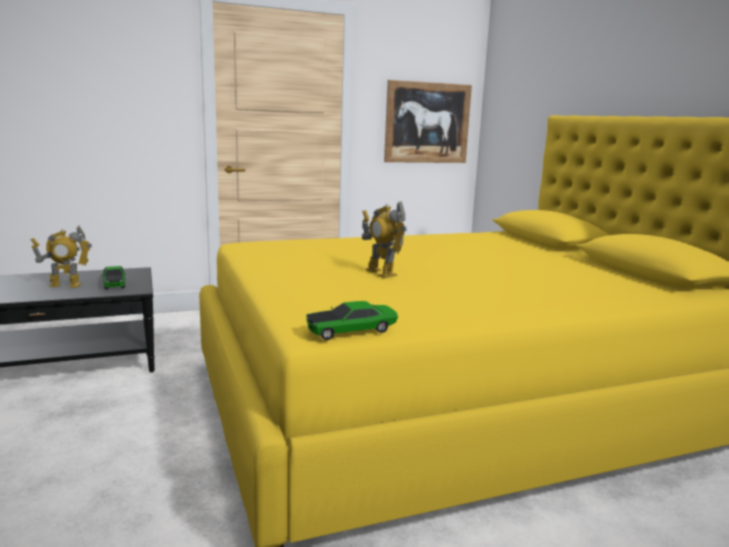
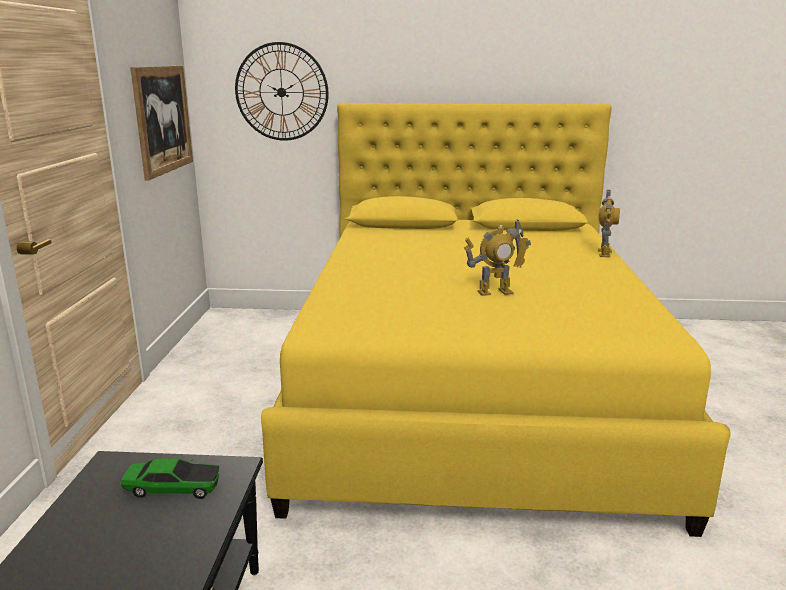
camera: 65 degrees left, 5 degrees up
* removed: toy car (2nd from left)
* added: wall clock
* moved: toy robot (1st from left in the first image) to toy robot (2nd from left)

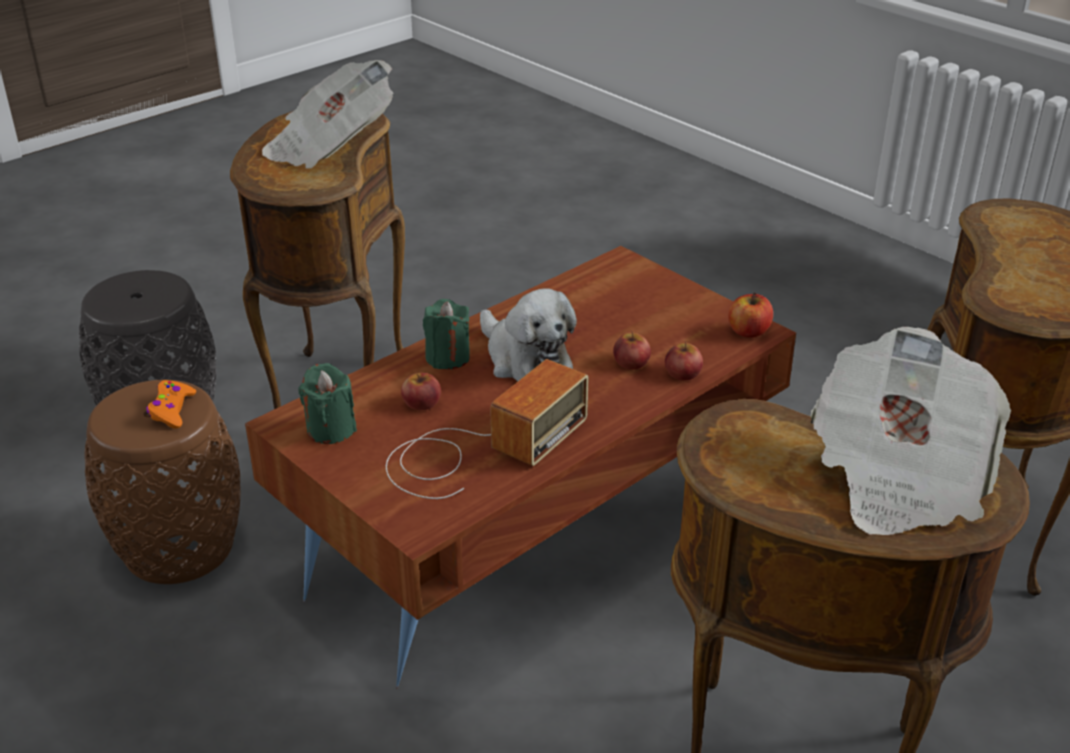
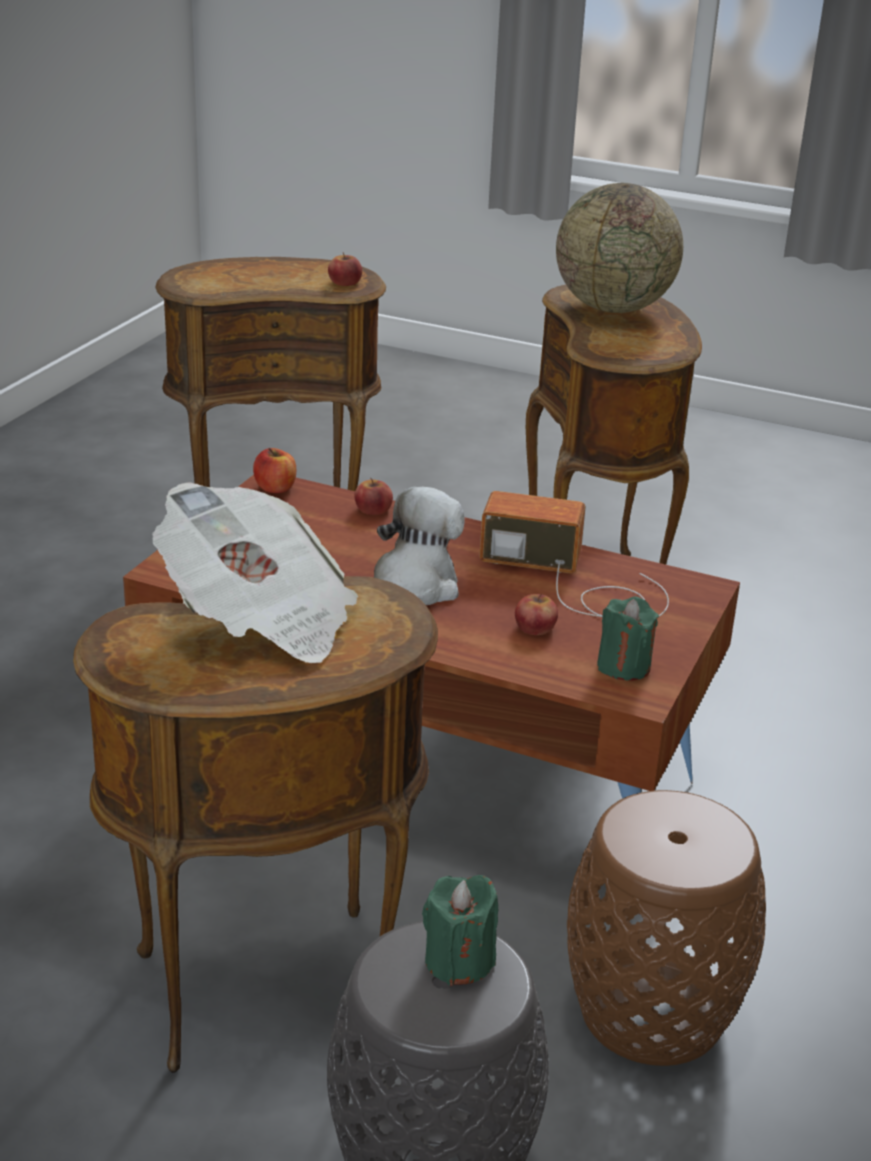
camera: 115 degrees left, 5 degrees down
* removed: orange game controller
* moved: green candle (2nd from left in the first image) to green candle (1st from left)
* moved: apple (2nd from left)
* replaced: newspaper (2nd from left) to globe

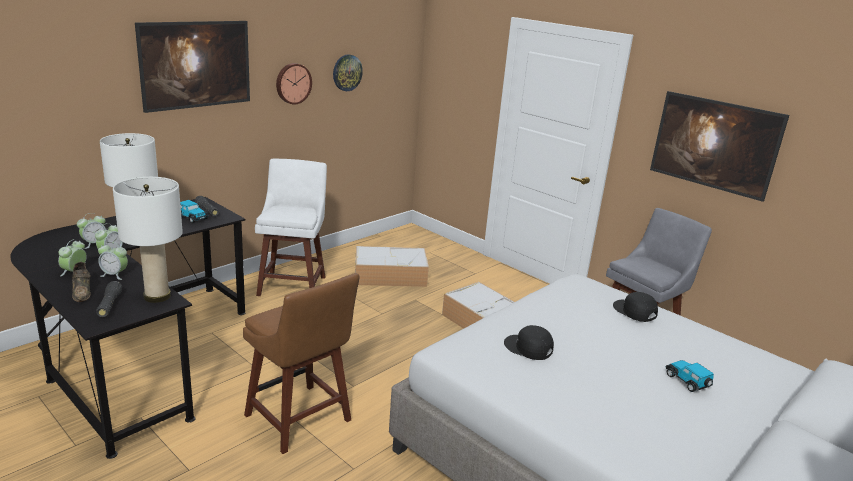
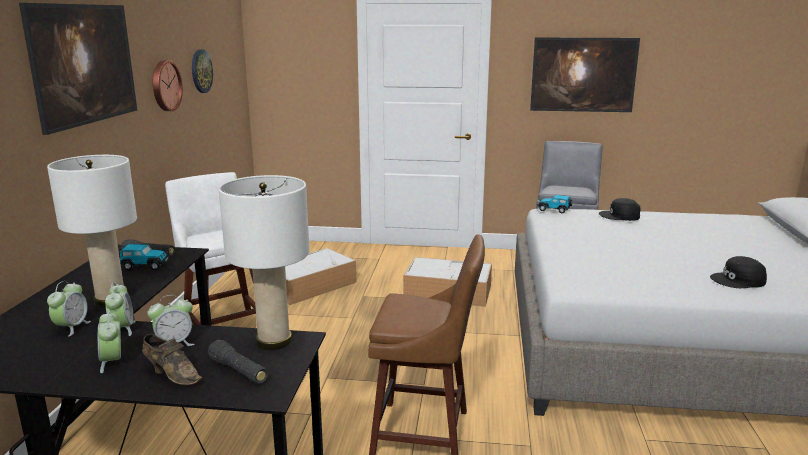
camera: 35 degrees left, 5 degrees down
* moved: black cap (1st from left in the first image) to black cap (2nd from left)
* moved: toy car (2nd from left)

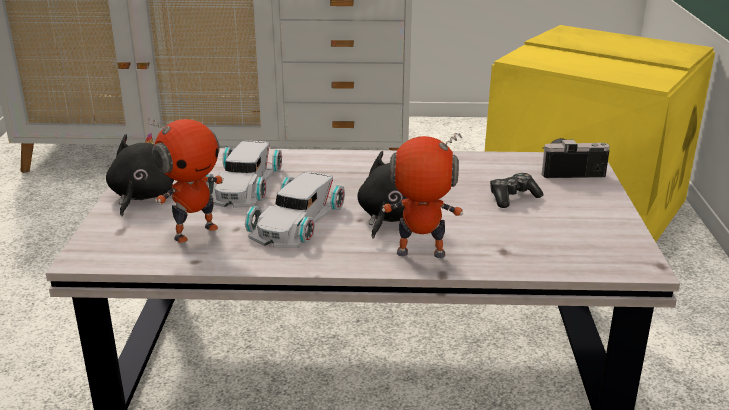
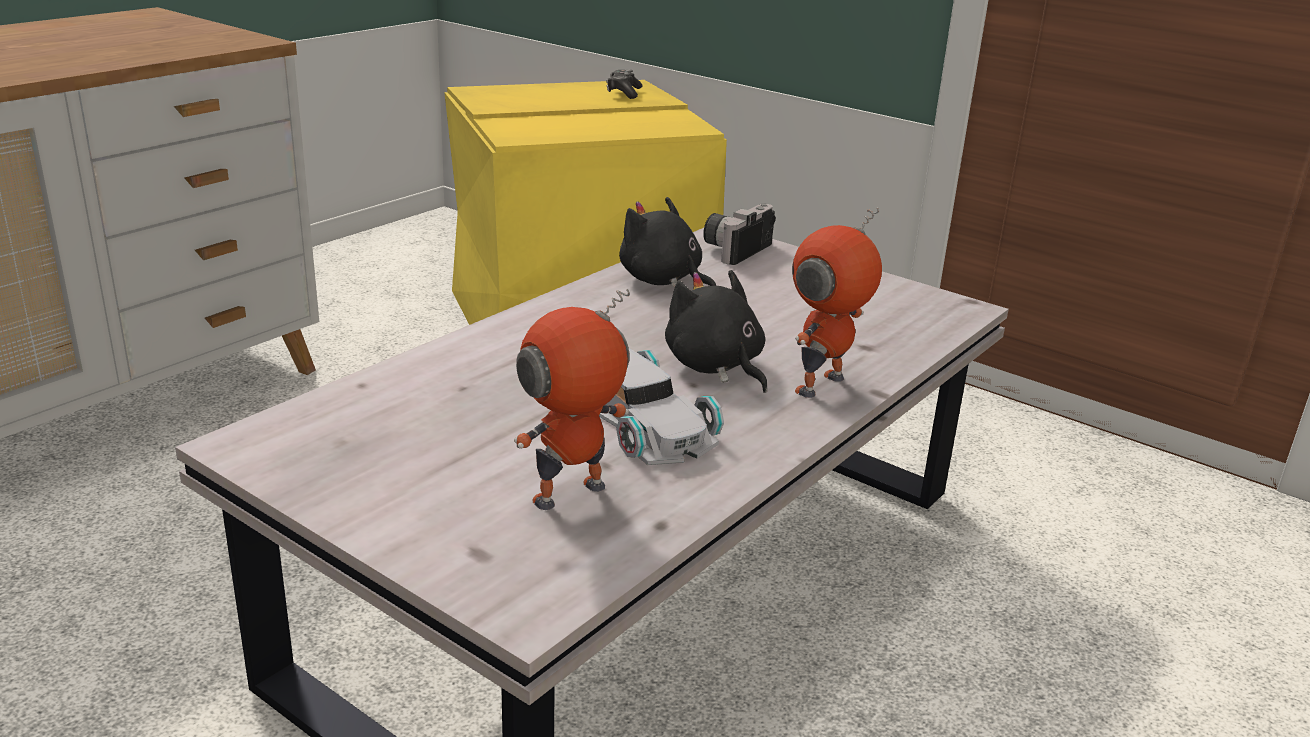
camera: 55 degrees left, 0 degrees up
* removed: white toy car (1st from left)
* moved: black plush toy (1st from left)
* moved: game controller
* turned: toy robot (1st from left) 120 degrees counterclockwise

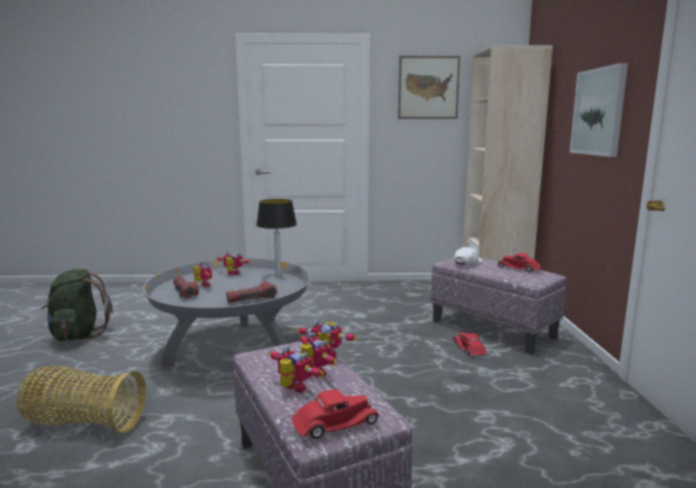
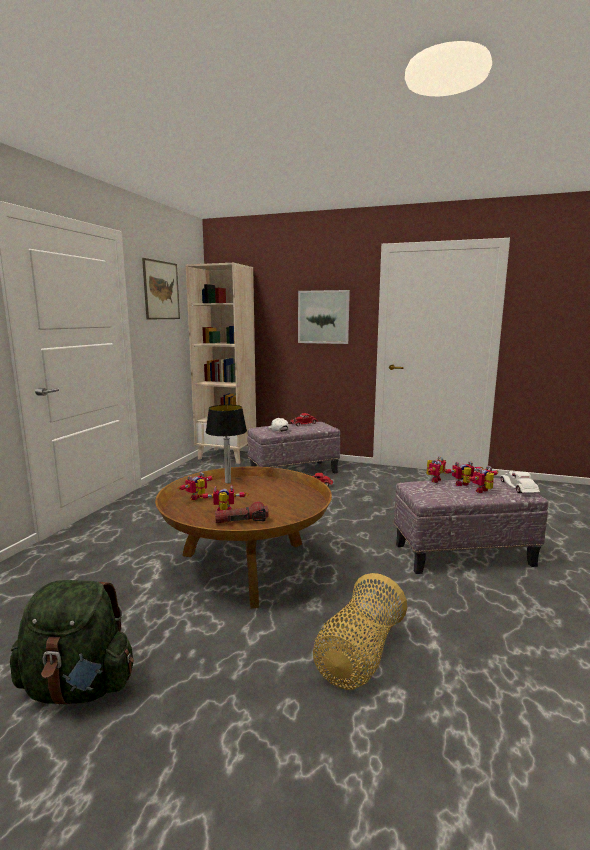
camera: 70 degrees left, 0 degrees up
* removed: flashlight (2nd from left)
* recoloured: grey coffee table to brown coffee table
* recoloured: red toy car (1st from left) to white toy car

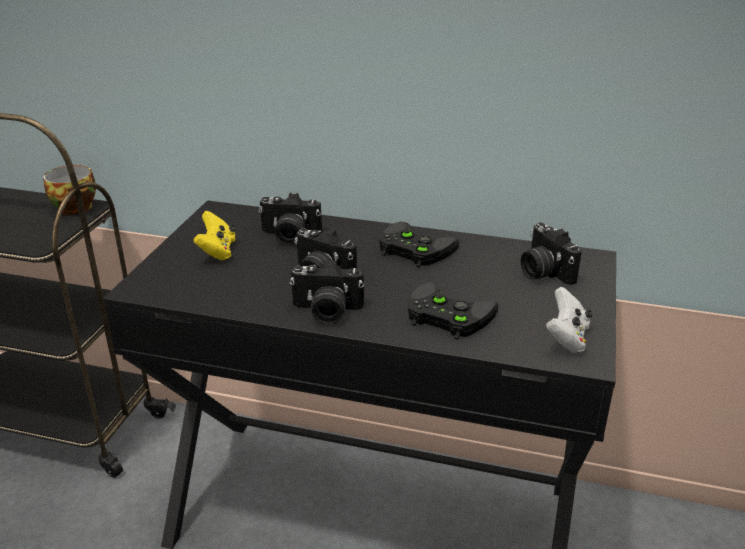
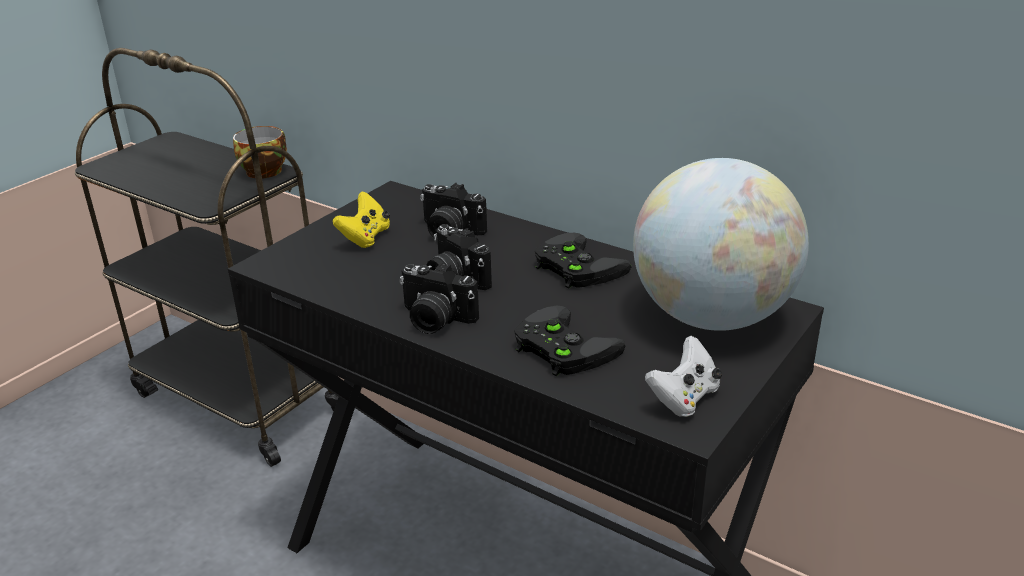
camera: 20 degrees right, 0 degrees up
* replaced: photo camera (4th from left) to globe

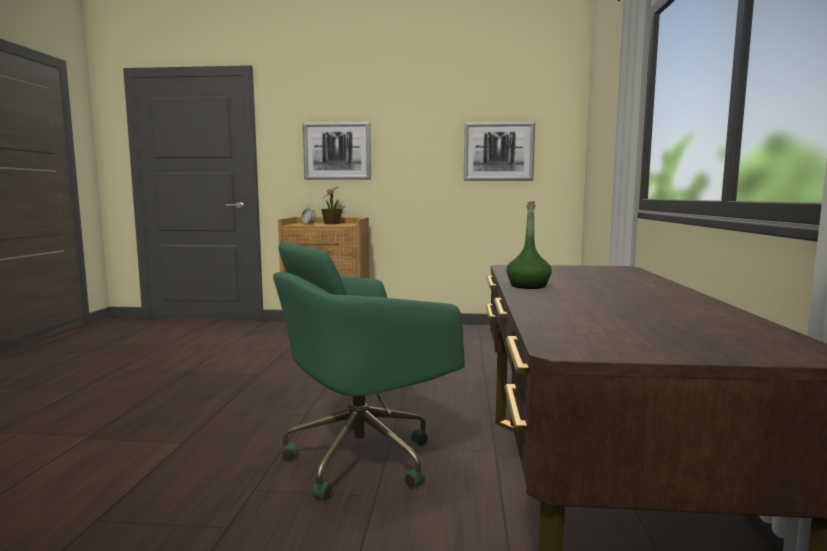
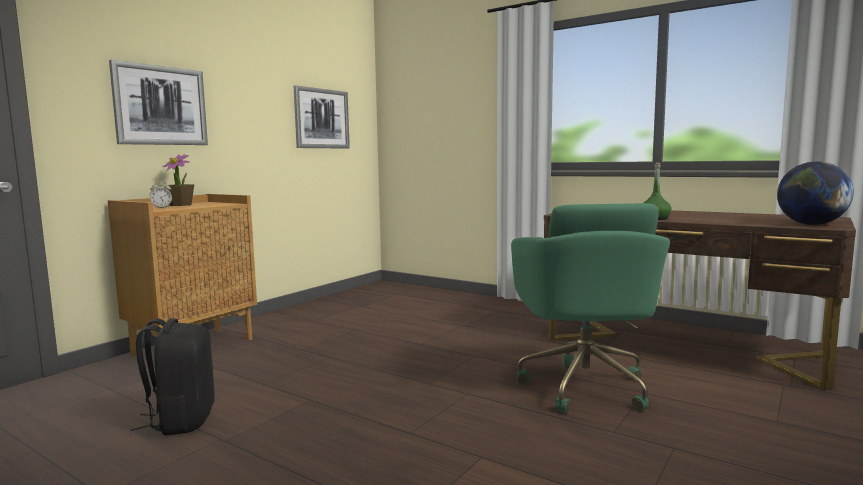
camera: 60 degrees left, 0 degrees up
* added: black backpack
* added: globe

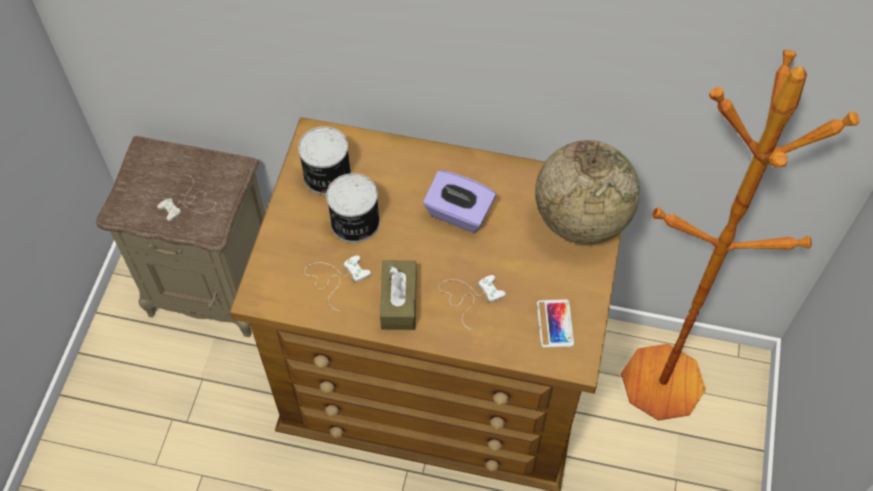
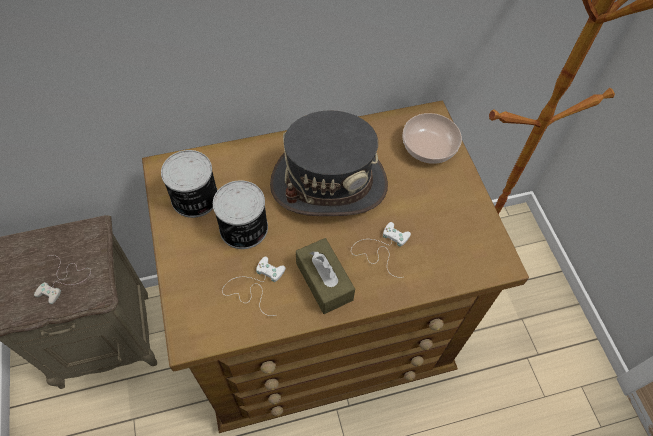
camera: 30 degrees left, 0 degrees up
* removed: phone
* replaced: purple tissue box to grey hat
* replaced: globe to bowl

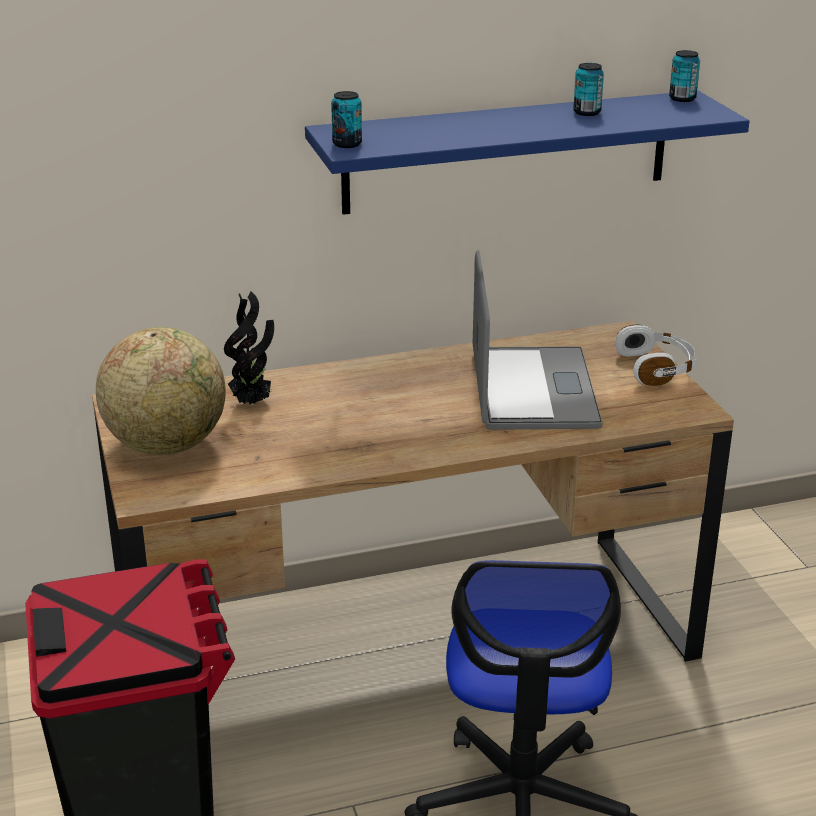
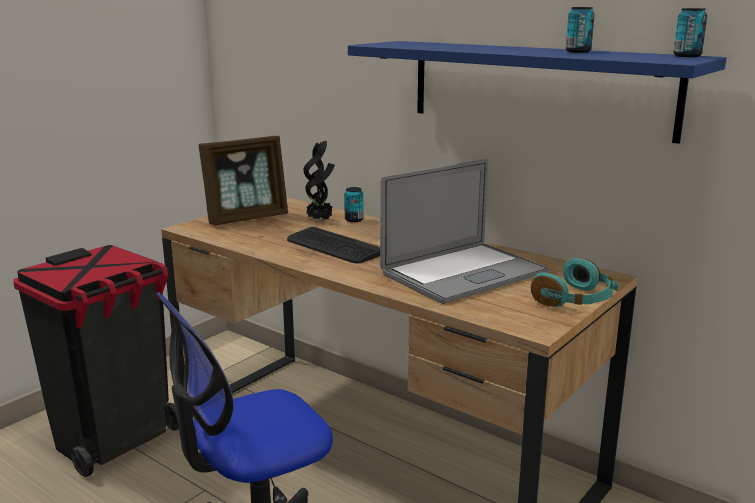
camera: 55 degrees right, 10 degrees down
* added: keyboard
* moved: can (1st from left)
* replaced: globe to picture frame
* recoloured: white headphones to turquoise headphones

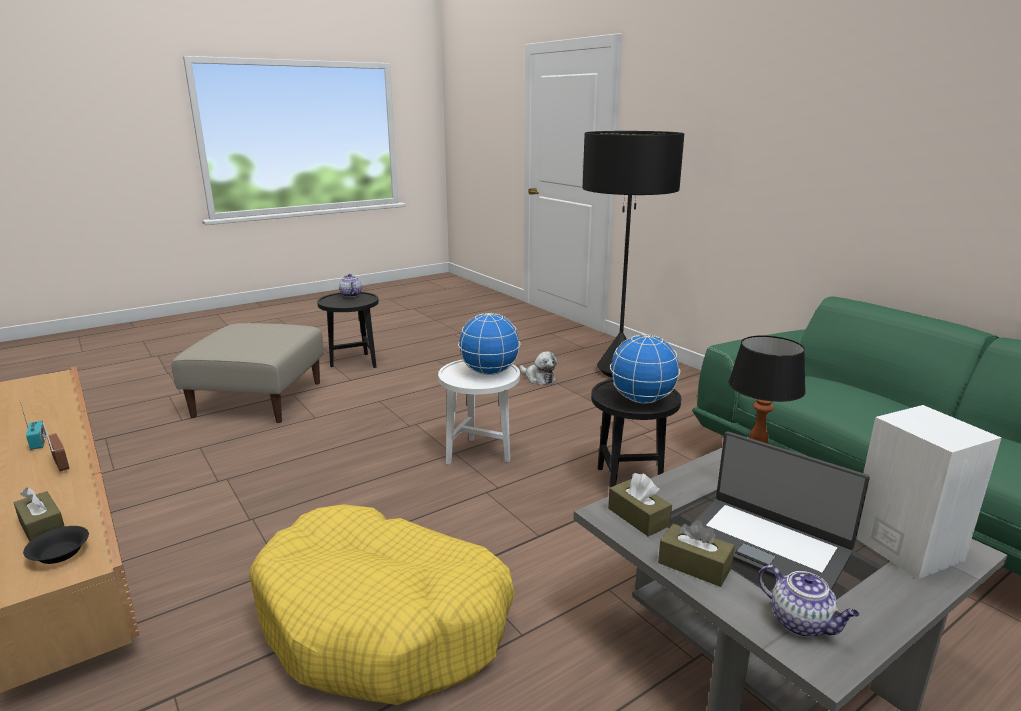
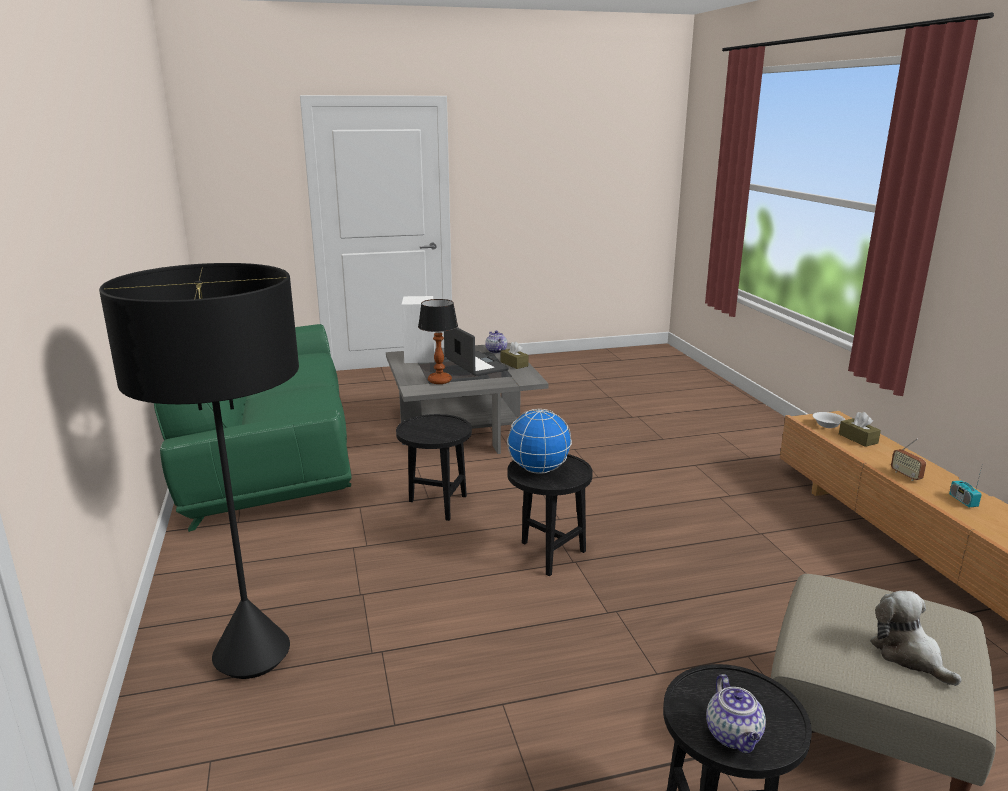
camera: 160 degrees left, 0 degrees up
* removed: yellow dog bed
* removed: brown tissue box (2nd from left)
* removed: globe (2nd from left)
* moved: plush toy
* recoloured: black bowl to white bowl
* recoloured: white side table to black side table (2nd from left)

